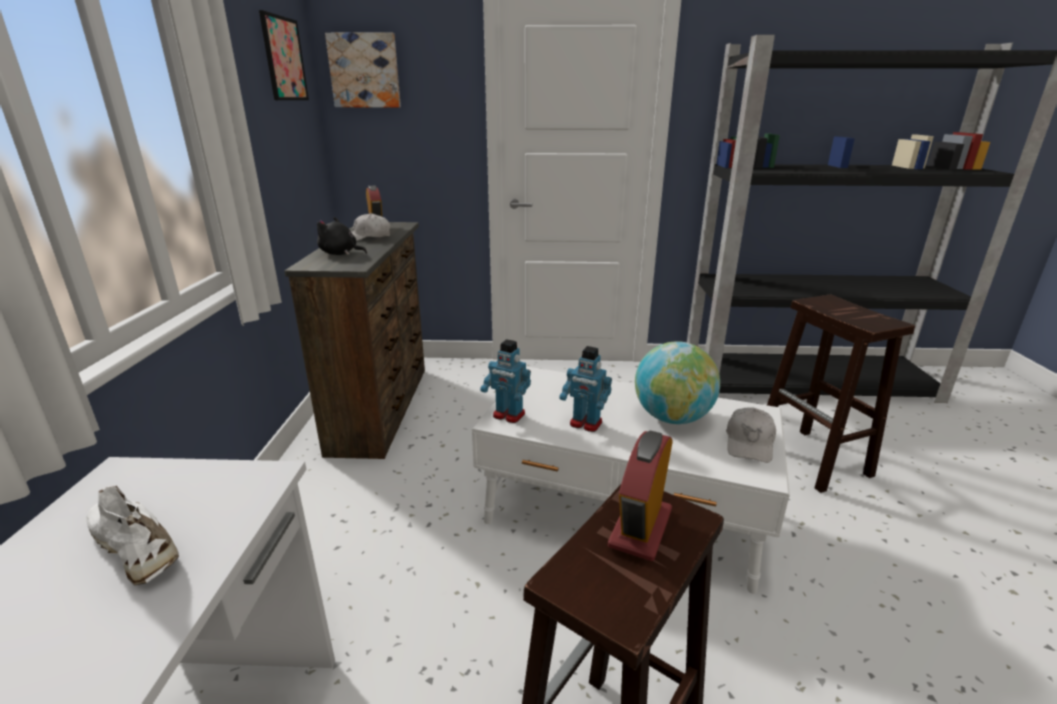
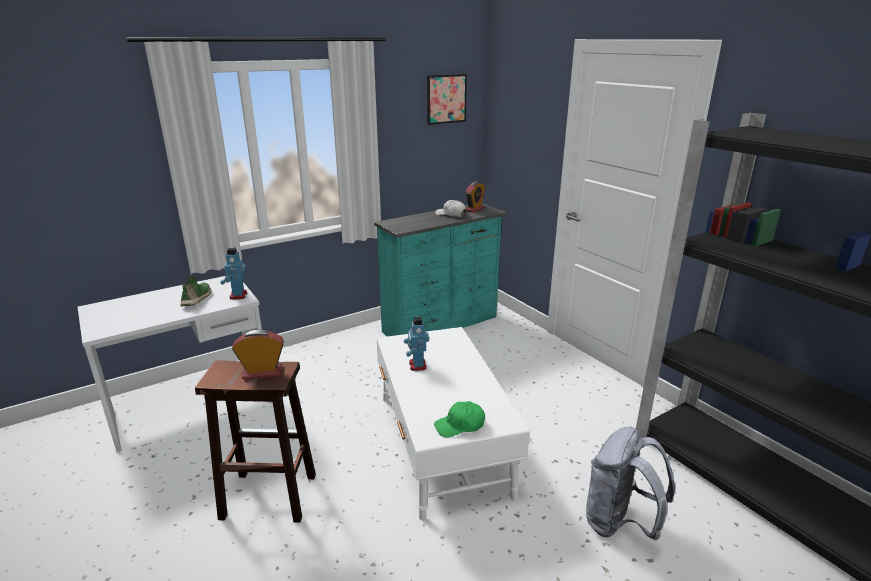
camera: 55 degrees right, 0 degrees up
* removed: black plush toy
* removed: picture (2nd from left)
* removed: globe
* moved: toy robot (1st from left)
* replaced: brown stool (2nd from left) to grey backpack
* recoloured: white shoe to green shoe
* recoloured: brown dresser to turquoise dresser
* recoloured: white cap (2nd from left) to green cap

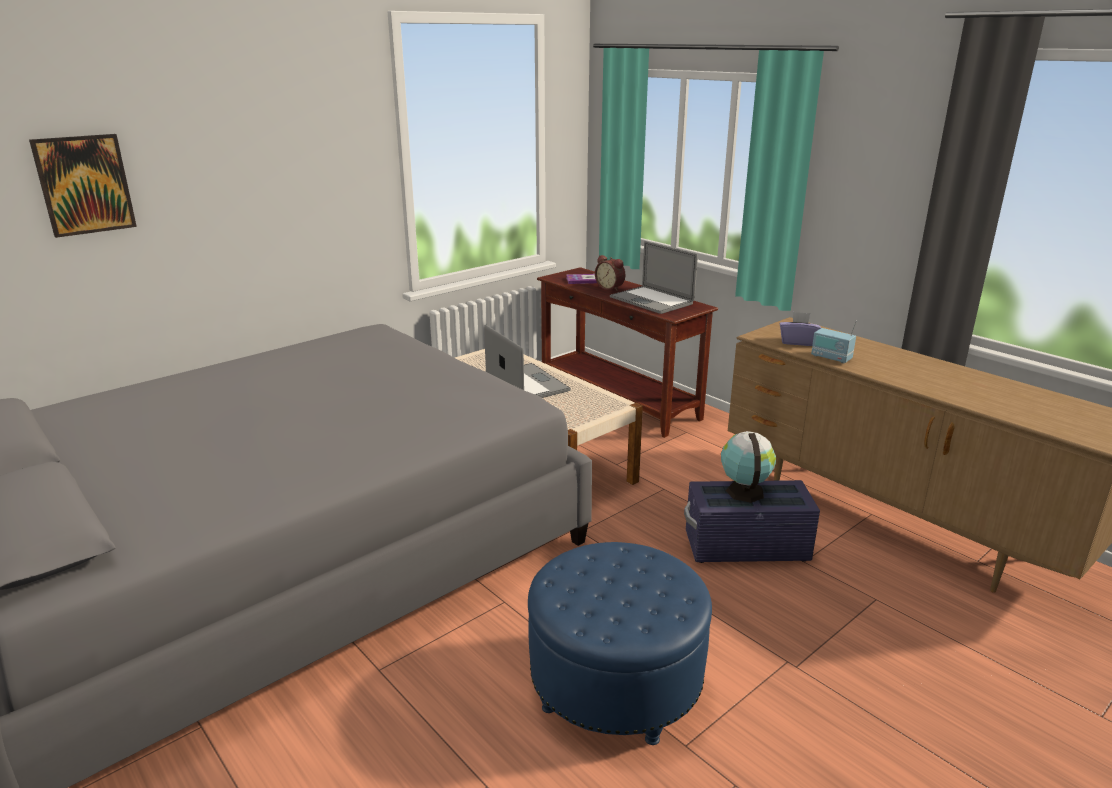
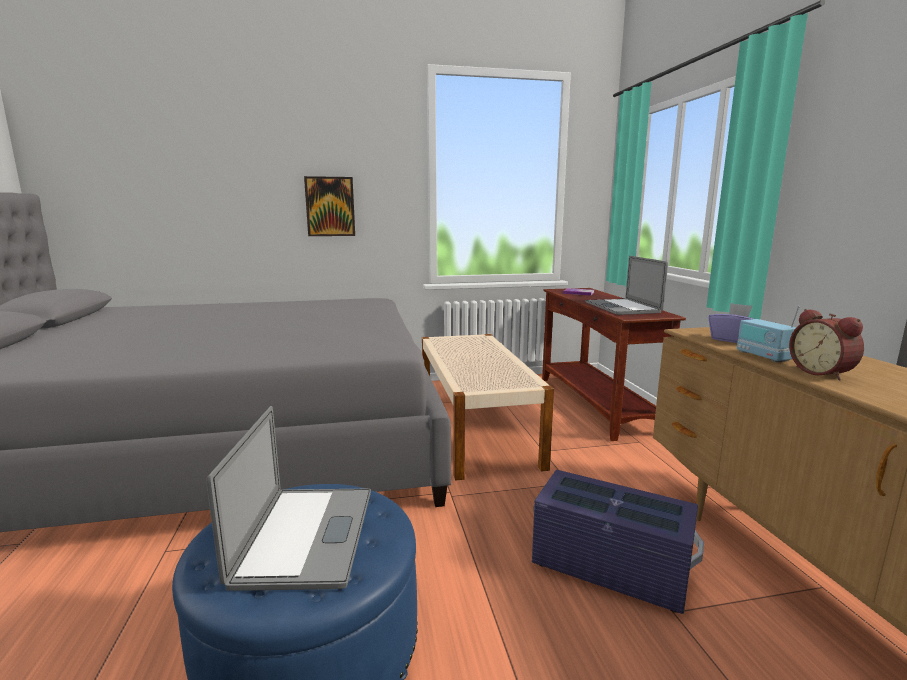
camera: 30 degrees right, 10 degrees down
* removed: globe
* moved: picture
* moved: laptop (1st from left)
* moved: alarm clock

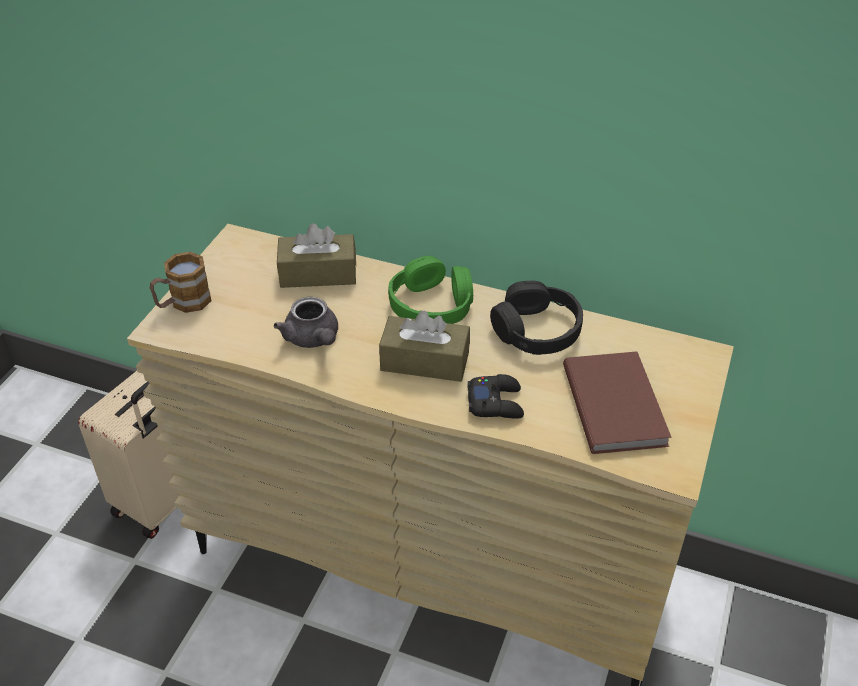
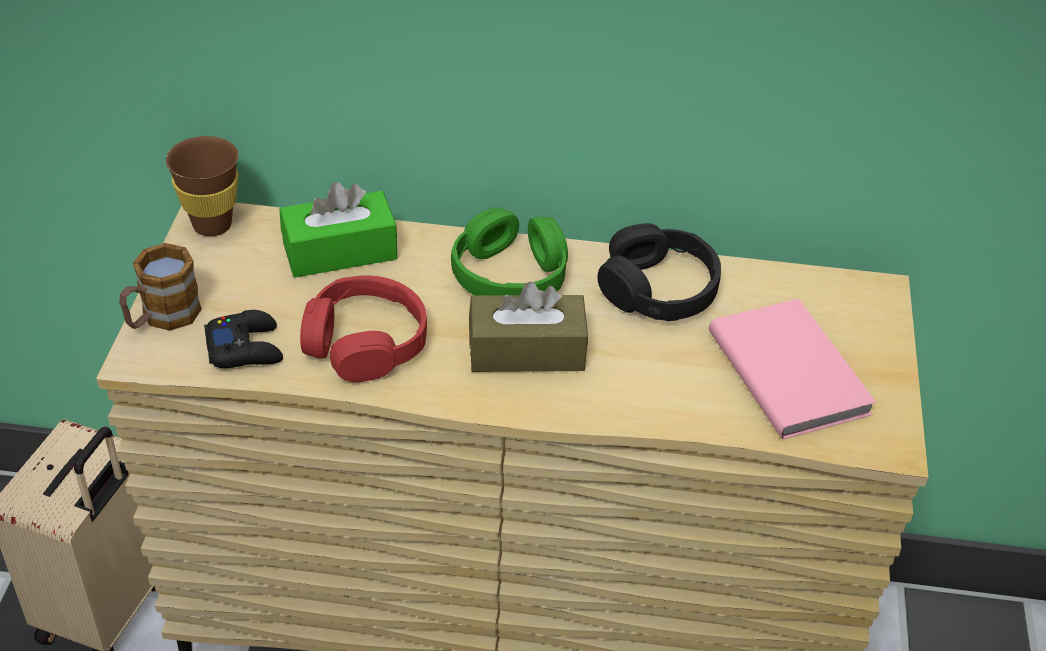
camera: 15 degrees left, 0 degrees up
* added: brown cup
* moved: black game controller
* replaced: grey teapot to red headphones
* recoloured: brown tissue box (1st from left) to green tissue box
* recoloured: brown book to pink book

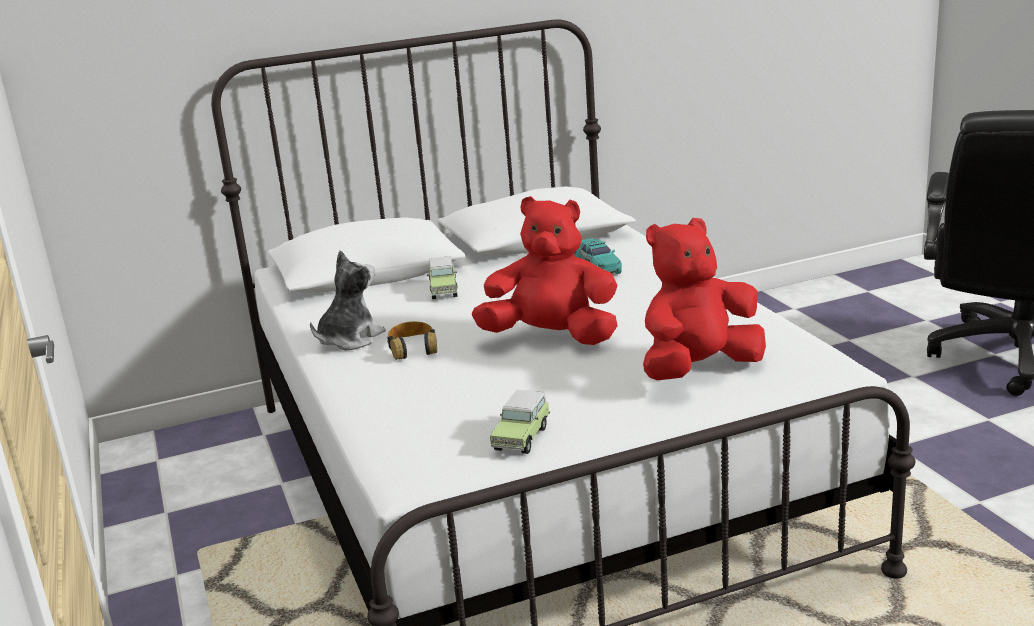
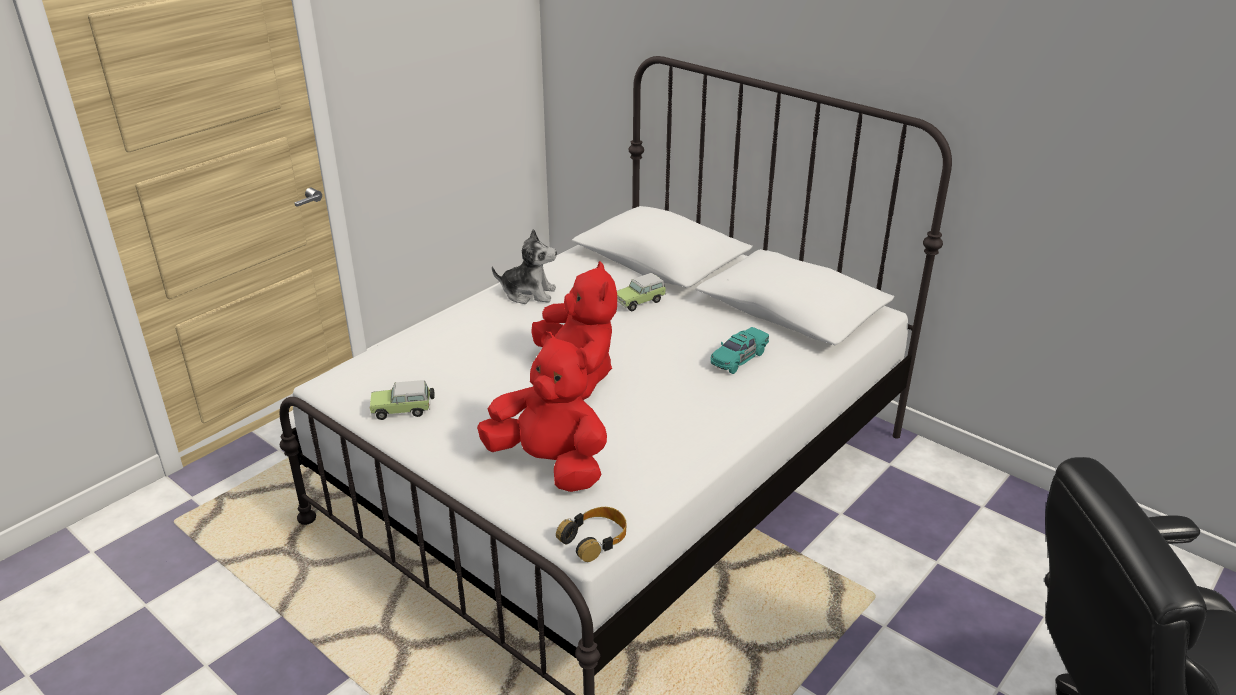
camera: 60 degrees right, 10 degrees up
* moved: headphones

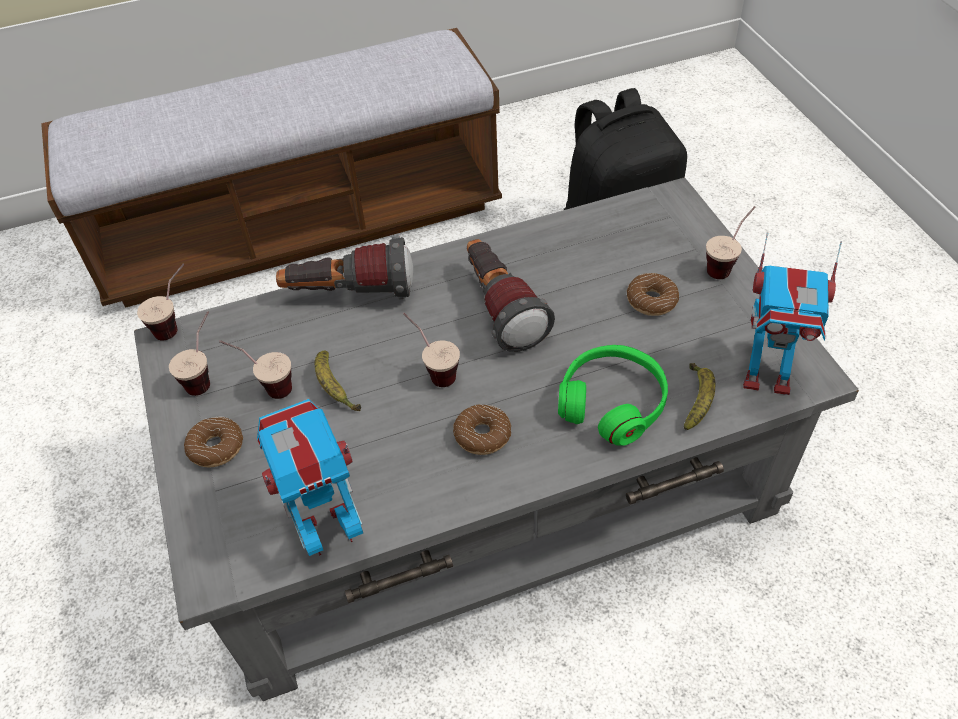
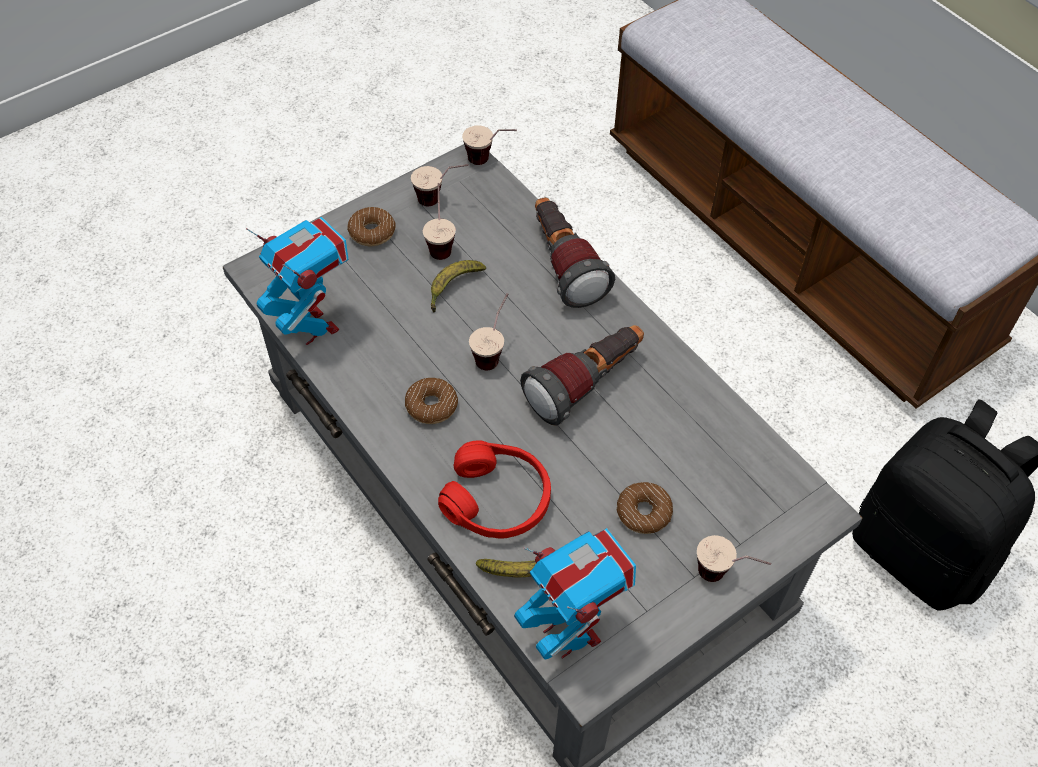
camera: 70 degrees right, 5 degrees up
* recoloured: green headphones to red headphones
* turned: toy robot (2nd from left) 150 degrees clockwise

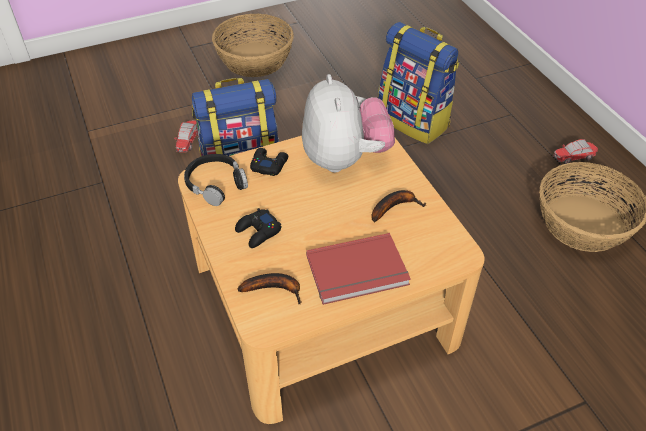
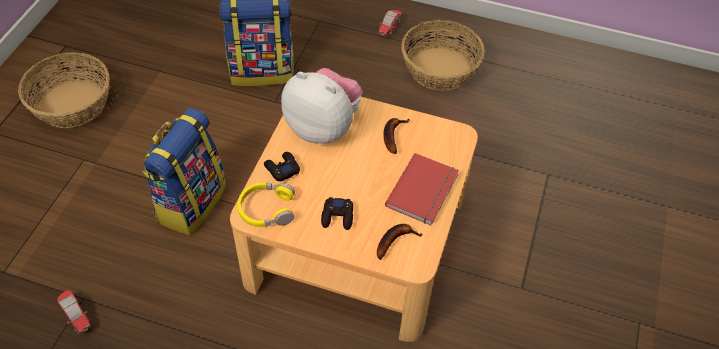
camera: 50 degrees left, 5 degrees up
* moved: toy car (1st from left)
* recoloured: black headphones to yellow headphones

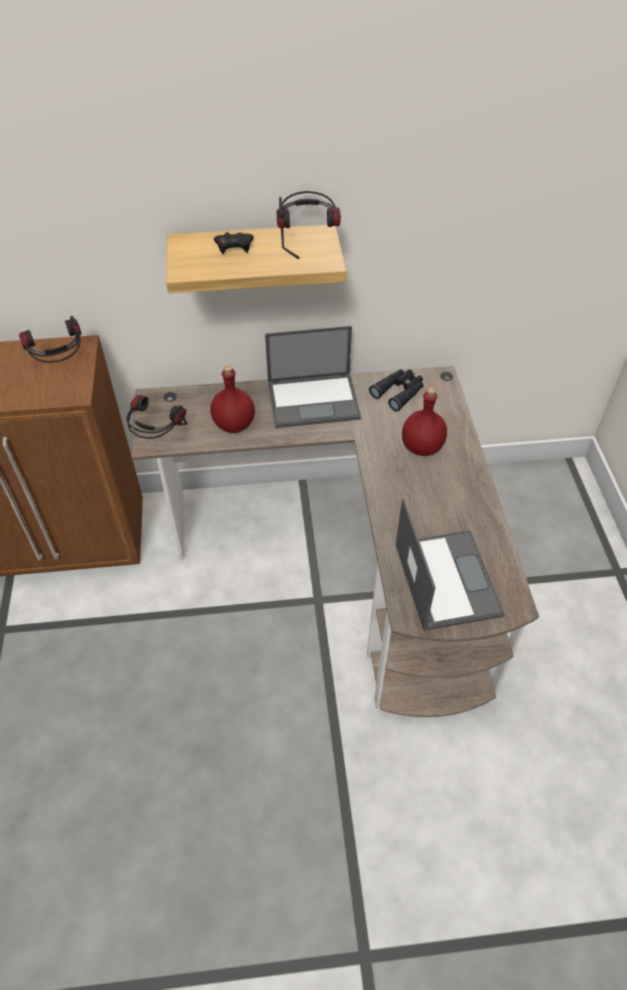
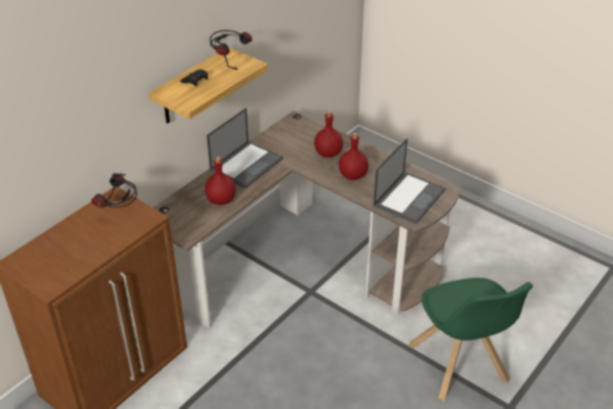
camera: 45 degrees left, 10 degrees down
* removed: headphones (2nd from left)
* removed: black binoculars
* added: red bottle (3rd from left)
* added: green chair
* turned: laptop (2nd from left) 90 degrees clockwise

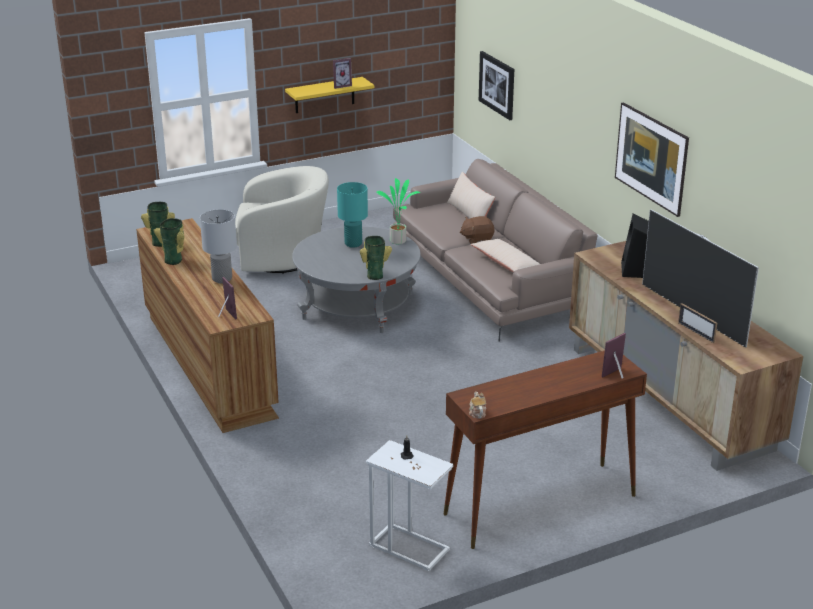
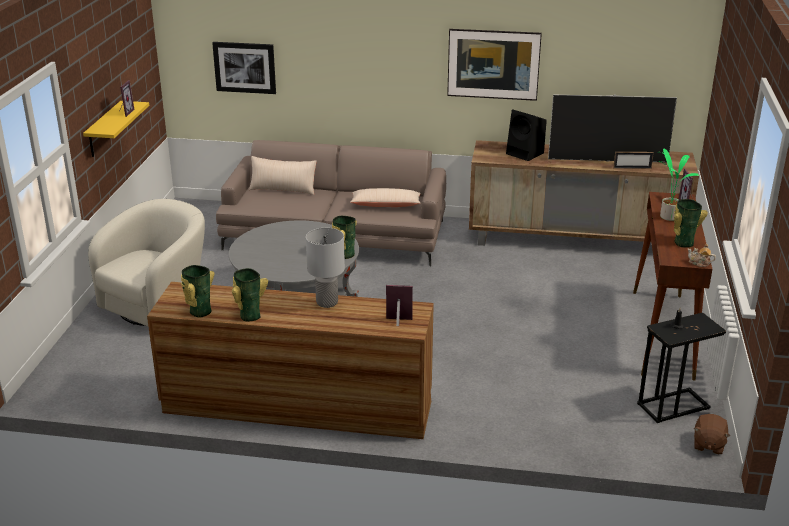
camera: 55 degrees left, 0 degrees up
* removed: turquoise table lamp
* added: vase (4th from left)
* moved: potted plant
* moved: brown plush toy
* recoloured: white side table to black side table

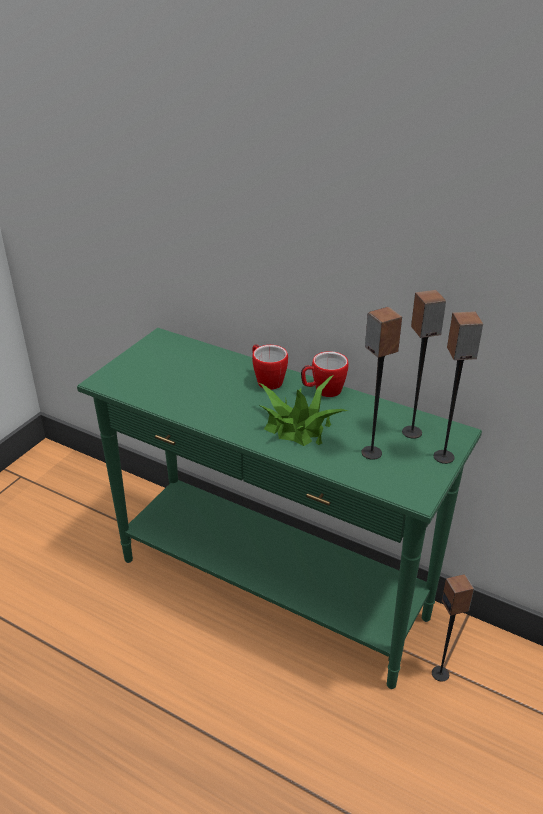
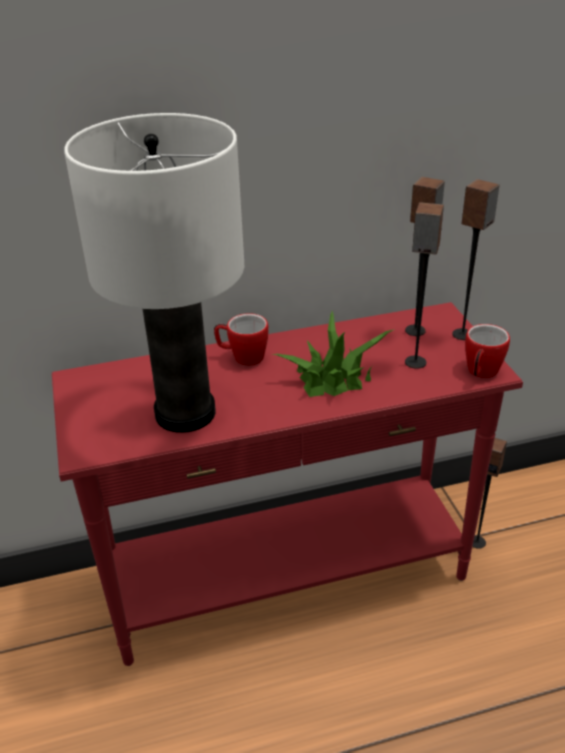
camera: 45 degrees left, 0 degrees up
* added: white table lamp
* moved: mug (2nd from left)
* recoloured: green console table to red console table

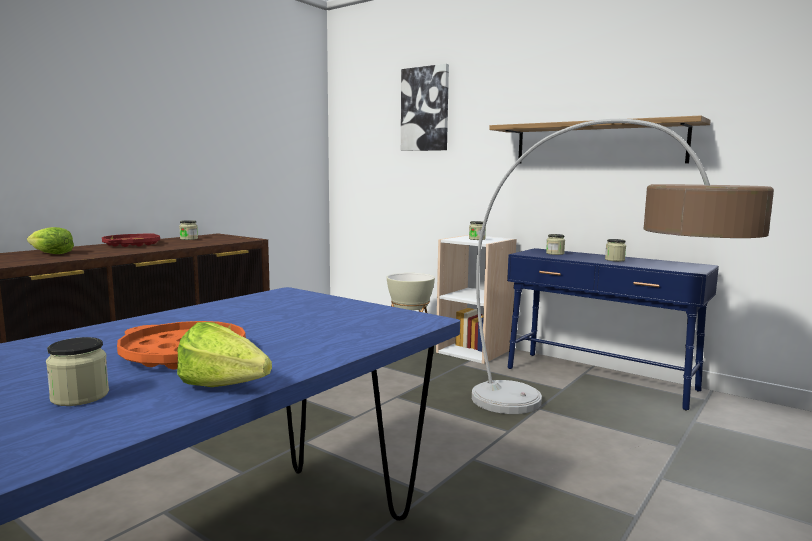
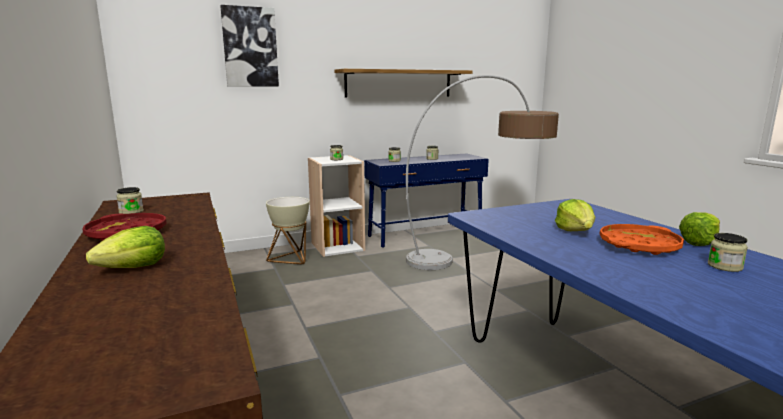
camera: 60 degrees left, 5 degrees up
* added: lettuce (2nd from left)

